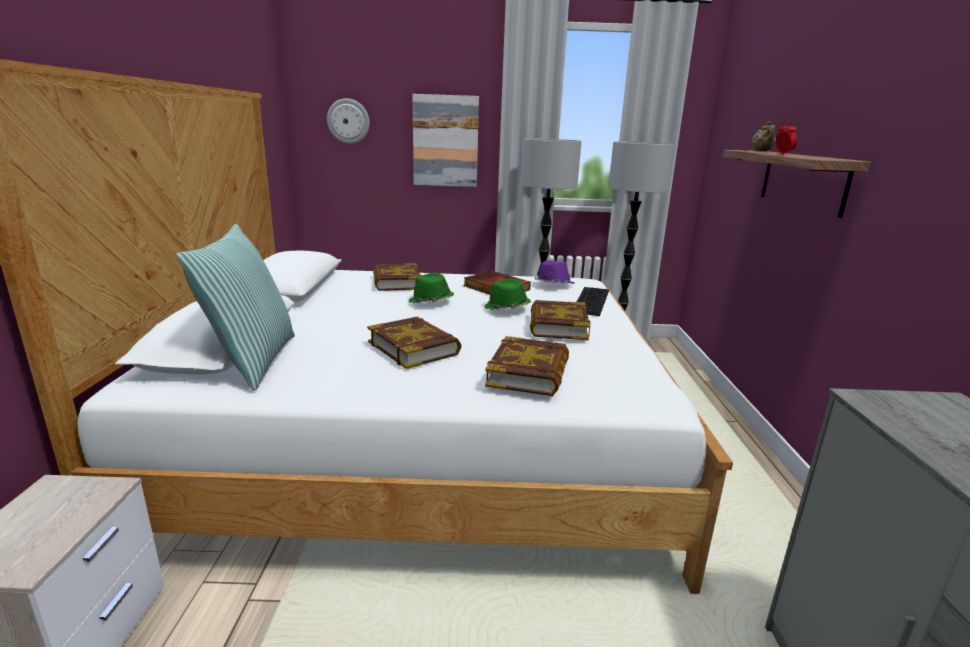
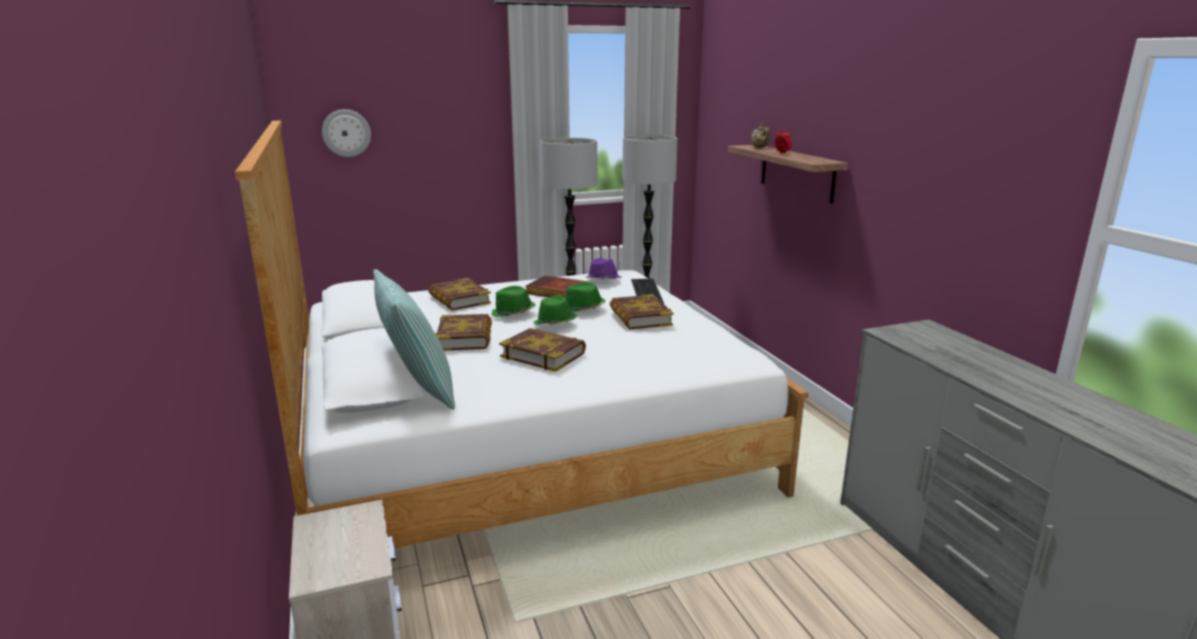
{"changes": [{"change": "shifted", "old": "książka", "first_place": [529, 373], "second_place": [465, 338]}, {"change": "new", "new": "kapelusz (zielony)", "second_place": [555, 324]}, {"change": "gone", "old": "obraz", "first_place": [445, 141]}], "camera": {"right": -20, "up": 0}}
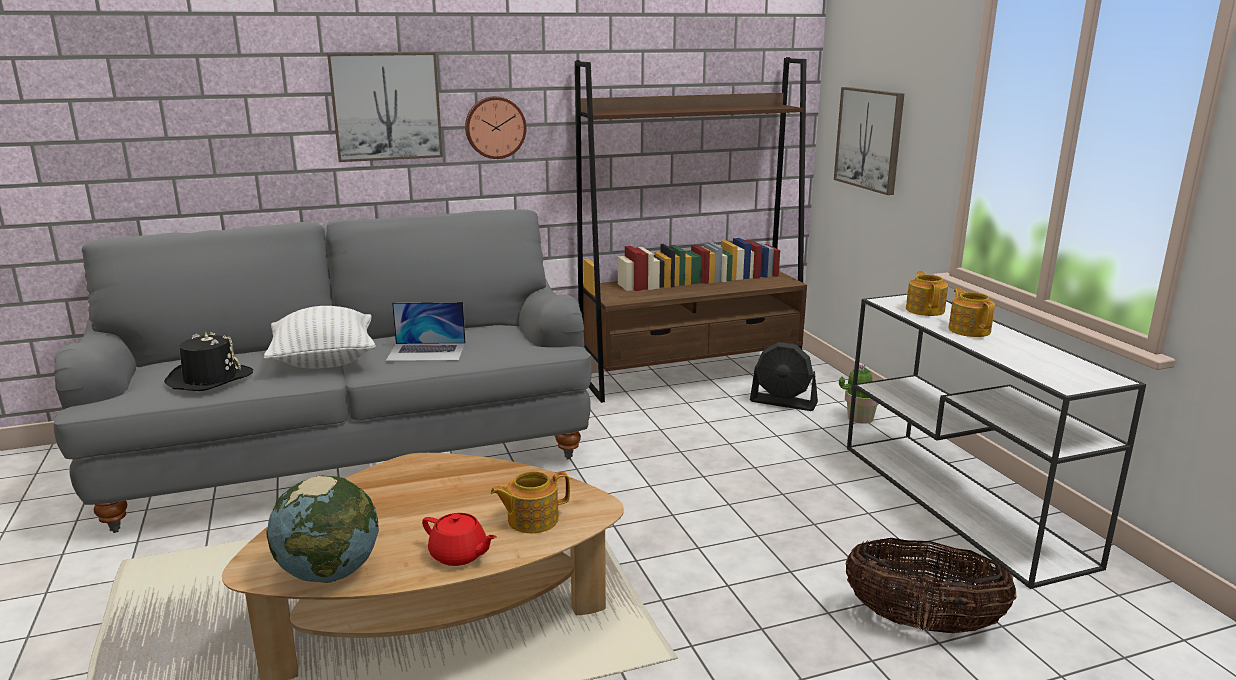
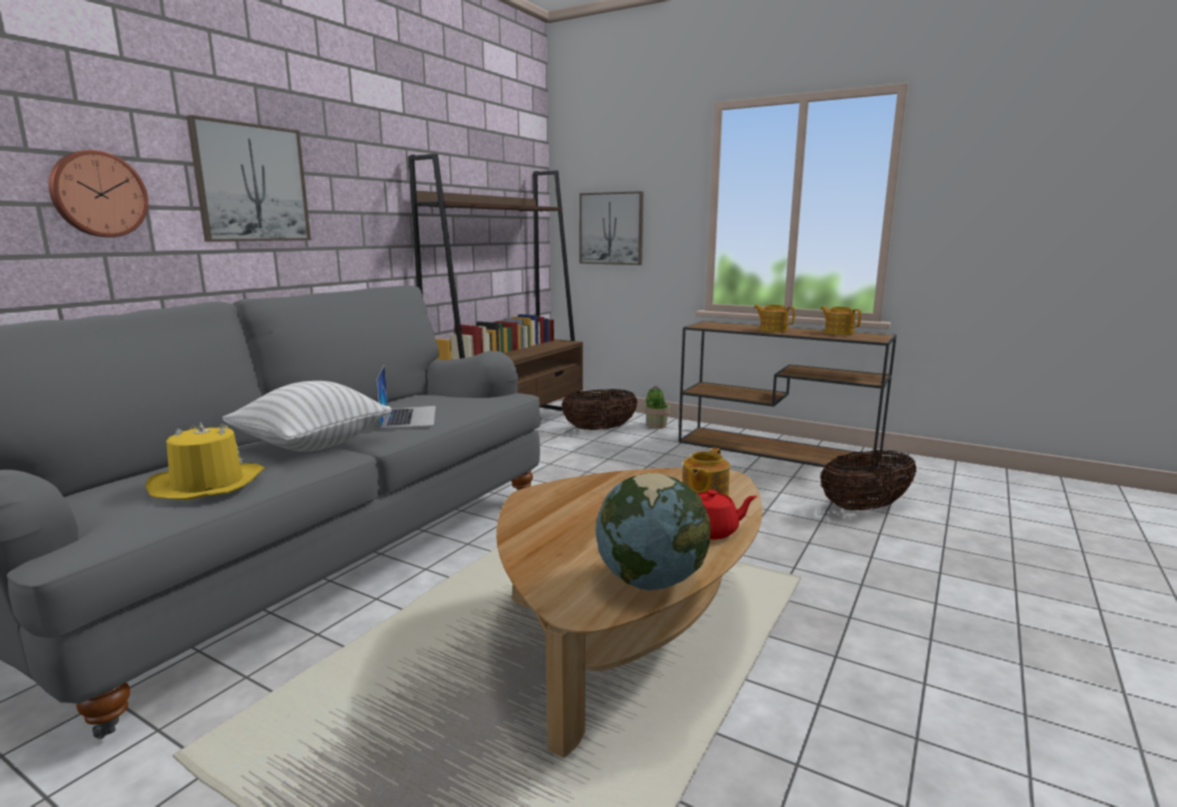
{"changes": [{"change": "shifted", "old": "zegar ścienny", "first_place": [495, 127], "second_place": [98, 194]}, {"change": "repainted", "old": "kapelusz (czarny)", "new": "kapelusz (żółty)", "first_place": [209, 379], "second_place": [207, 484]}, {"change": "rotated", "old": "laptop", "first_place": [427, 352], "second_place": [409, 417], "degrees": -60}, {"change": "swapped", "old": "wentylator (czarny)", "new": "koszyk", "first_place": [783, 402], "second_place": [599, 429]}, {"change": "repainted", "old": "stolik konsolowy (biały)", "new": "stolik konsolowy (brązowy)", "first_place": [962, 503], "second_place": [778, 450]}, {"change": "shifted", "old": "imbryk", "first_place": [925, 310], "second_place": [838, 332]}], "camera": {"right": -40, "up": -5}}
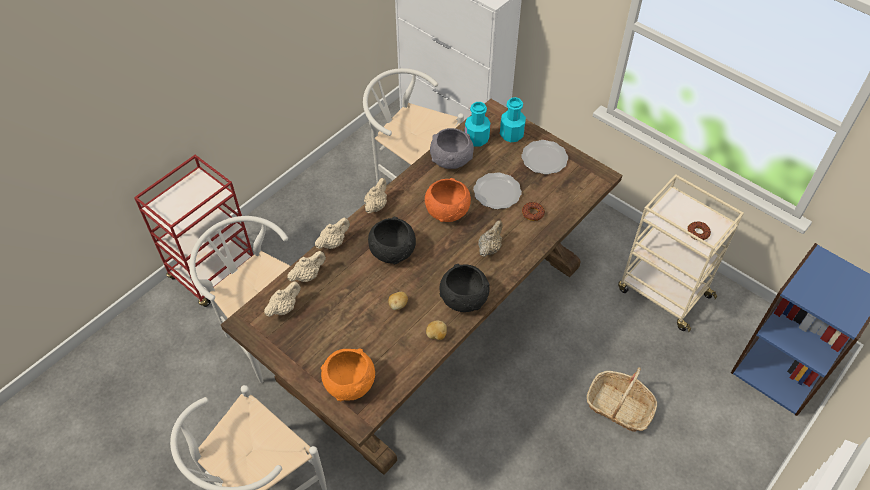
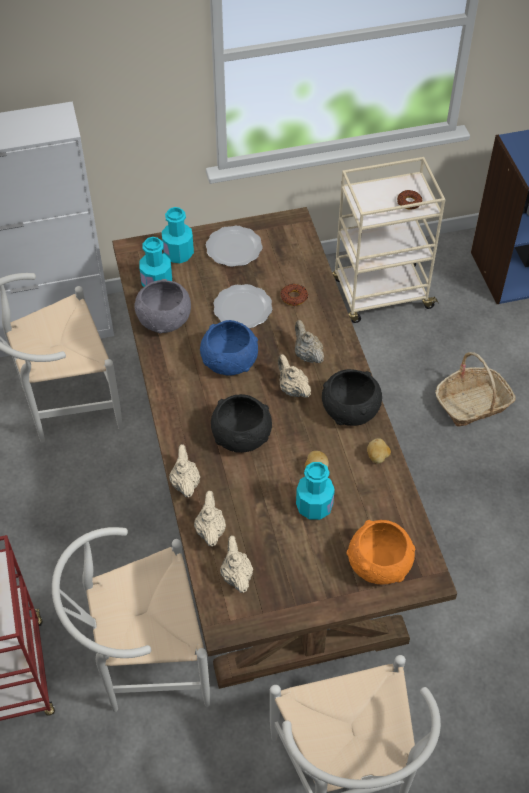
{"changes": [{"change": "repainted", "old": "miska (pomarańczowy)", "new": "miska (niebieski)", "first_place": [447, 210], "second_place": [229, 360]}, {"change": "shifted", "old": "imbryk (beżowy)", "first_place": [376, 205], "second_place": [292, 389]}, {"change": "new", "new": "butelka (turkusowy)", "second_place": [314, 506]}], "camera": {"right": -55, "up": 0}}
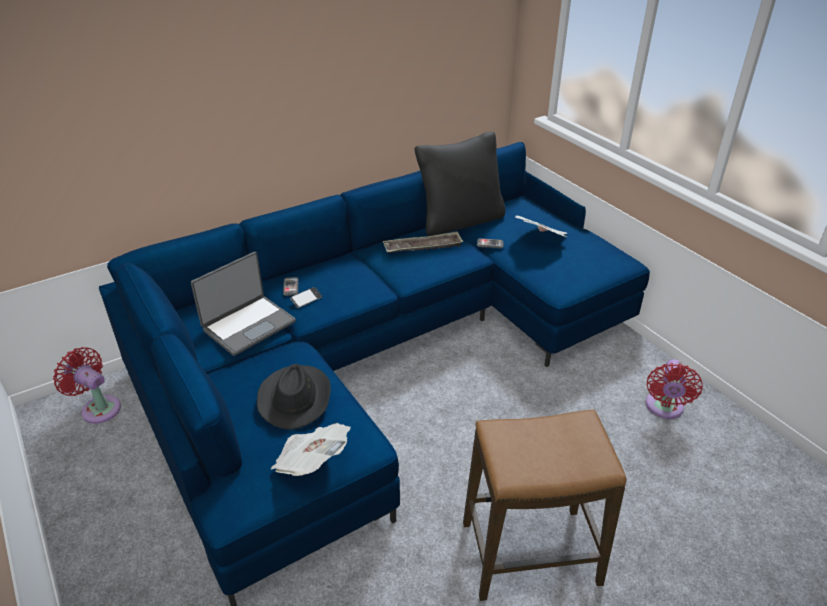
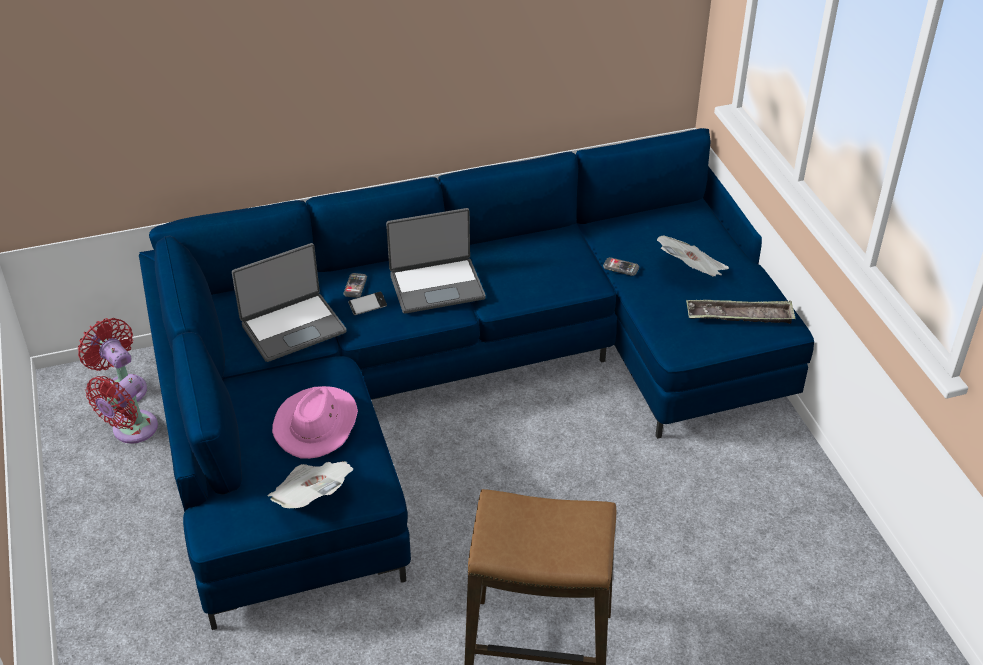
{"changes": [{"change": "shifted", "old": "wentylator (czerwony)", "first_place": [664, 408], "second_place": [131, 430]}, {"change": "repainted", "old": "kapelusz (czarny)", "new": "kapelusz (różowy)", "first_place": [295, 398], "second_place": [317, 424]}, {"change": "new", "new": "laptop", "second_place": [437, 285]}, {"change": "shifted", "old": "taca", "first_place": [423, 247], "second_place": [739, 316]}, {"change": "gone", "old": "poduszka (czarny)", "first_place": [460, 221]}], "camera": {"right": 15, "up": 5}}
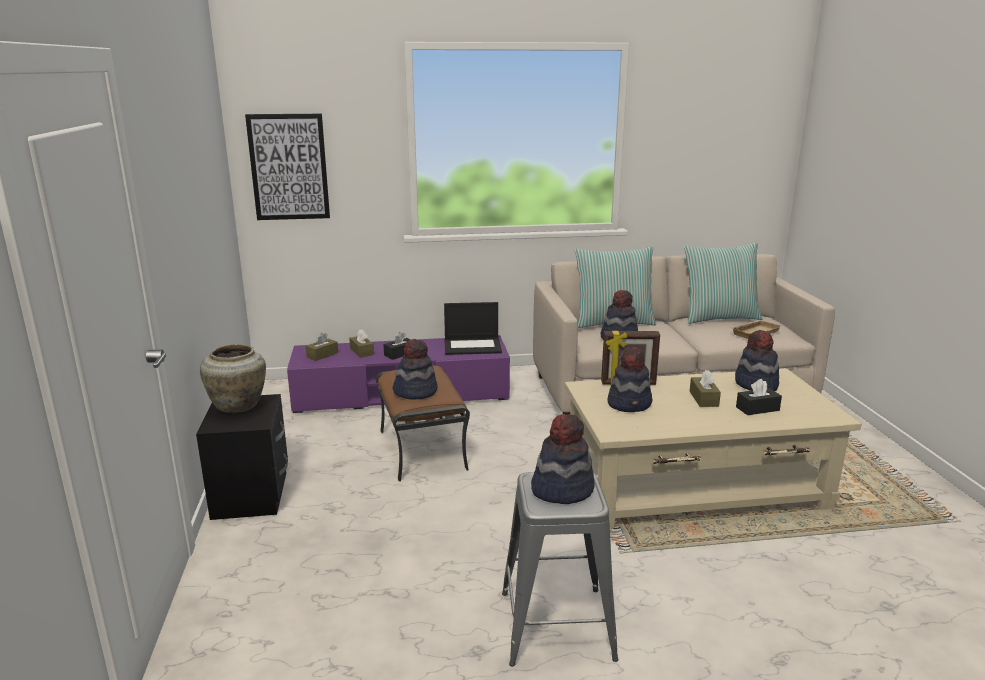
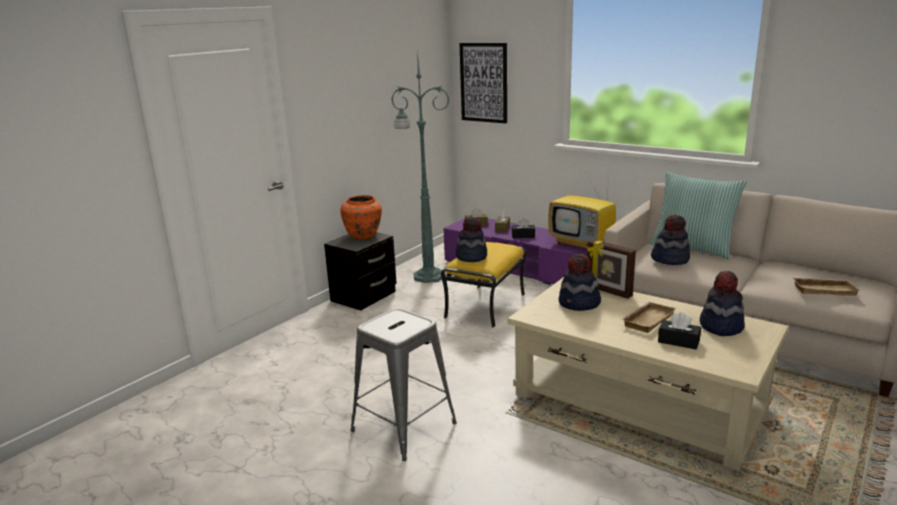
{"changes": [{"change": "repainted", "old": "wazon (beżowy)", "new": "wazon (pomarańczowy)", "first_place": [239, 406], "second_place": [363, 236]}, {"change": "new", "new": "lampa stojąca (zielony)", "second_place": [427, 276]}, {"change": "repainted", "old": "pufa (brązowy)", "new": "pufa (żółty)", "first_place": [423, 449], "second_place": [486, 306]}, {"change": "swapped", "old": "laptop", "new": "telewizor", "first_place": [473, 346], "second_place": [582, 243]}, {"change": "swapped", "old": "pudełko chusteczek (brązowy)", "new": "taca (beżowy)", "first_place": [703, 399], "second_place": [647, 320]}, {"change": "gone", "old": "kapelusz", "first_place": [562, 489]}, {"change": "gone", "old": "poduszka", "first_place": [719, 317]}], "camera": {"right": 45, "up": 0}}
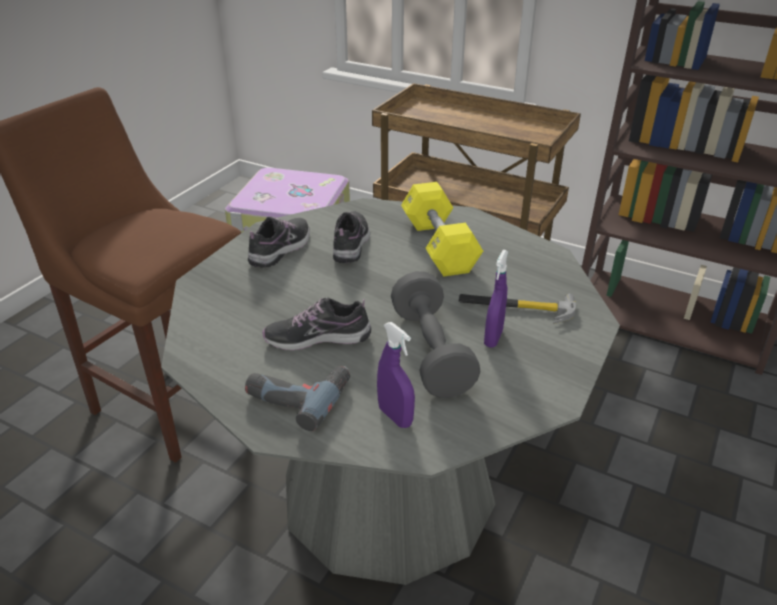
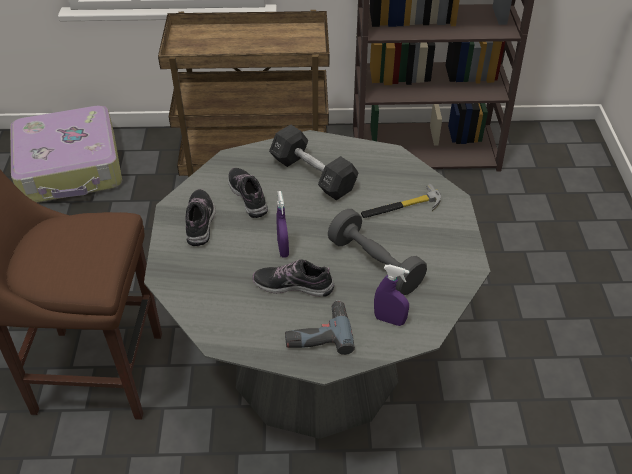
{"changes": [{"change": "rotated", "old": "but", "first_place": [318, 338], "second_place": [293, 285], "degrees": 45}, {"change": "repainted", "old": "hantel (żółty)", "new": "hantel (czarny)", "first_place": [439, 246], "second_place": [313, 175]}, {"change": "shifted", "old": "spryskiwacz (fioletowy)", "first_place": [493, 338], "second_place": [283, 249]}], "camera": {"right": -30, "up": 10}}
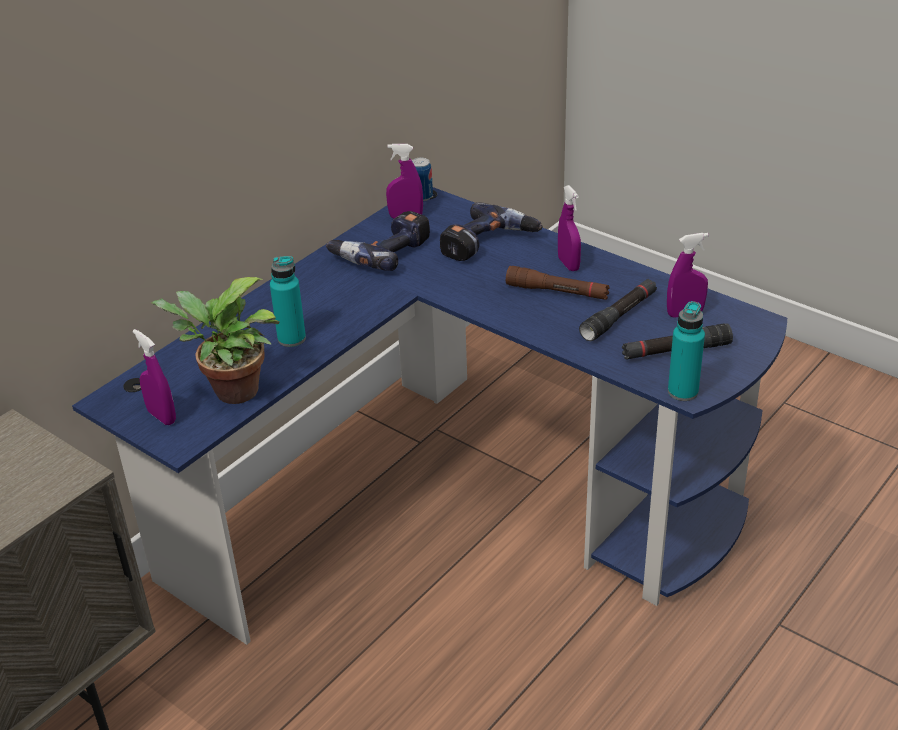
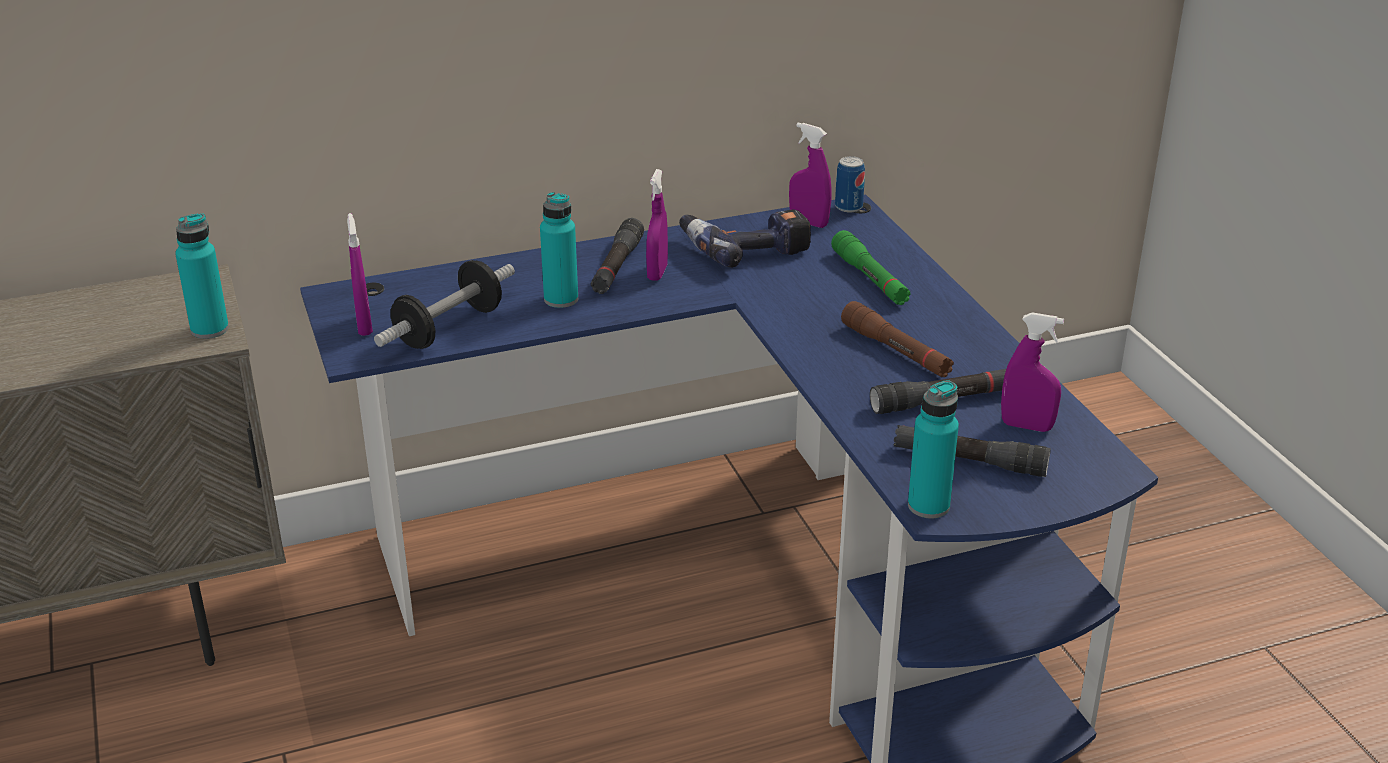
{"changes": [{"change": "new", "new": "butelka (turkusowy)", "second_place": [209, 329]}, {"change": "swapped", "old": "roślina doniczkowa", "new": "hantel", "first_place": [230, 393], "second_place": [449, 328]}, {"change": "new", "new": "latarka (czarny)", "second_place": [617, 267]}, {"change": "shifted", "old": "spryskiwacz (fioletowy)", "first_place": [568, 264], "second_place": [657, 273]}, {"change": "swapped", "old": "wiertarka", "new": "latarka (zielony)", "first_place": [488, 245], "second_place": [870, 279]}], "camera": {"right": 30, "up": -5}}
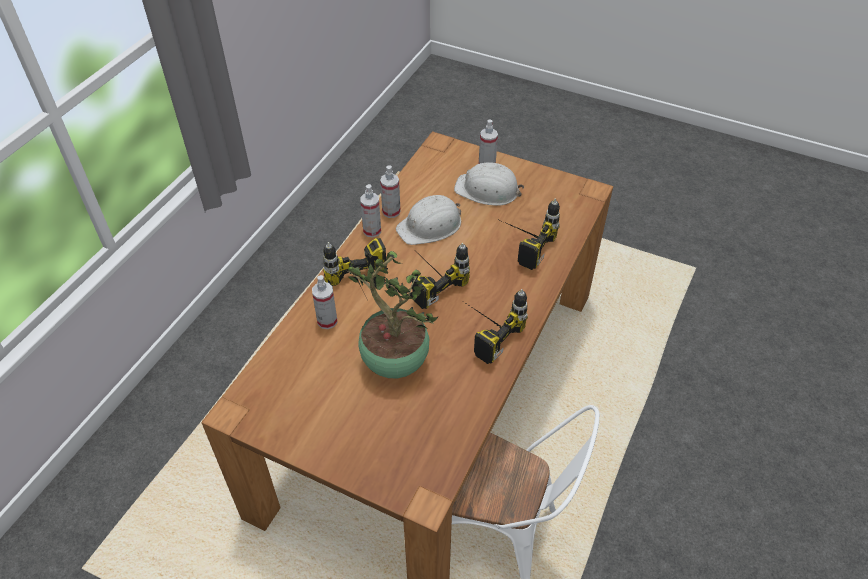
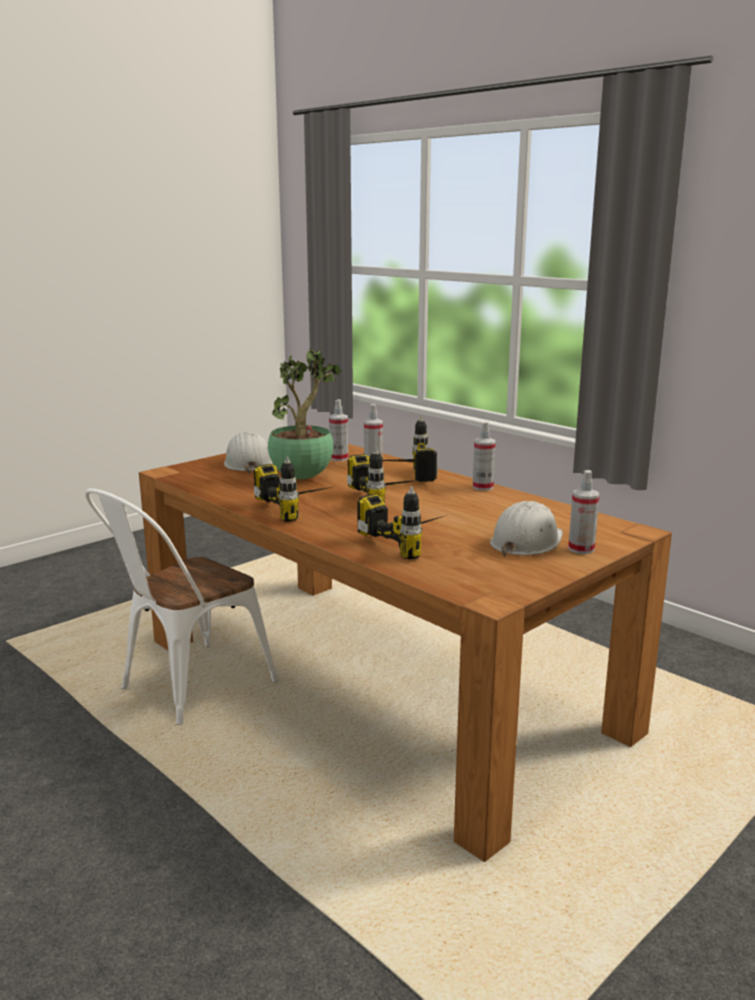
{"changes": [{"change": "shifted", "old": "kask (biały)", "first_place": [430, 226], "second_place": [248, 463]}, {"change": "shifted", "old": "spryskiwacz", "first_place": [391, 211], "second_place": [339, 458]}], "camera": {"right": 110, "up": -30}}
